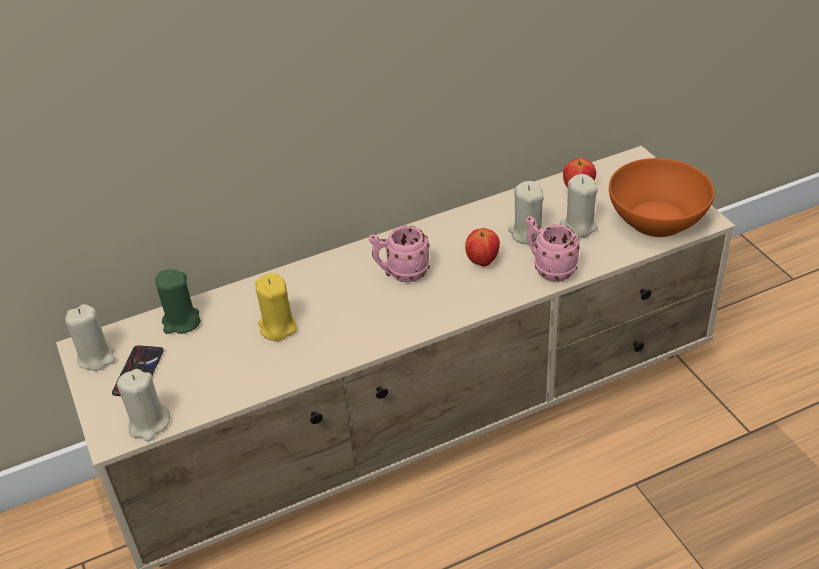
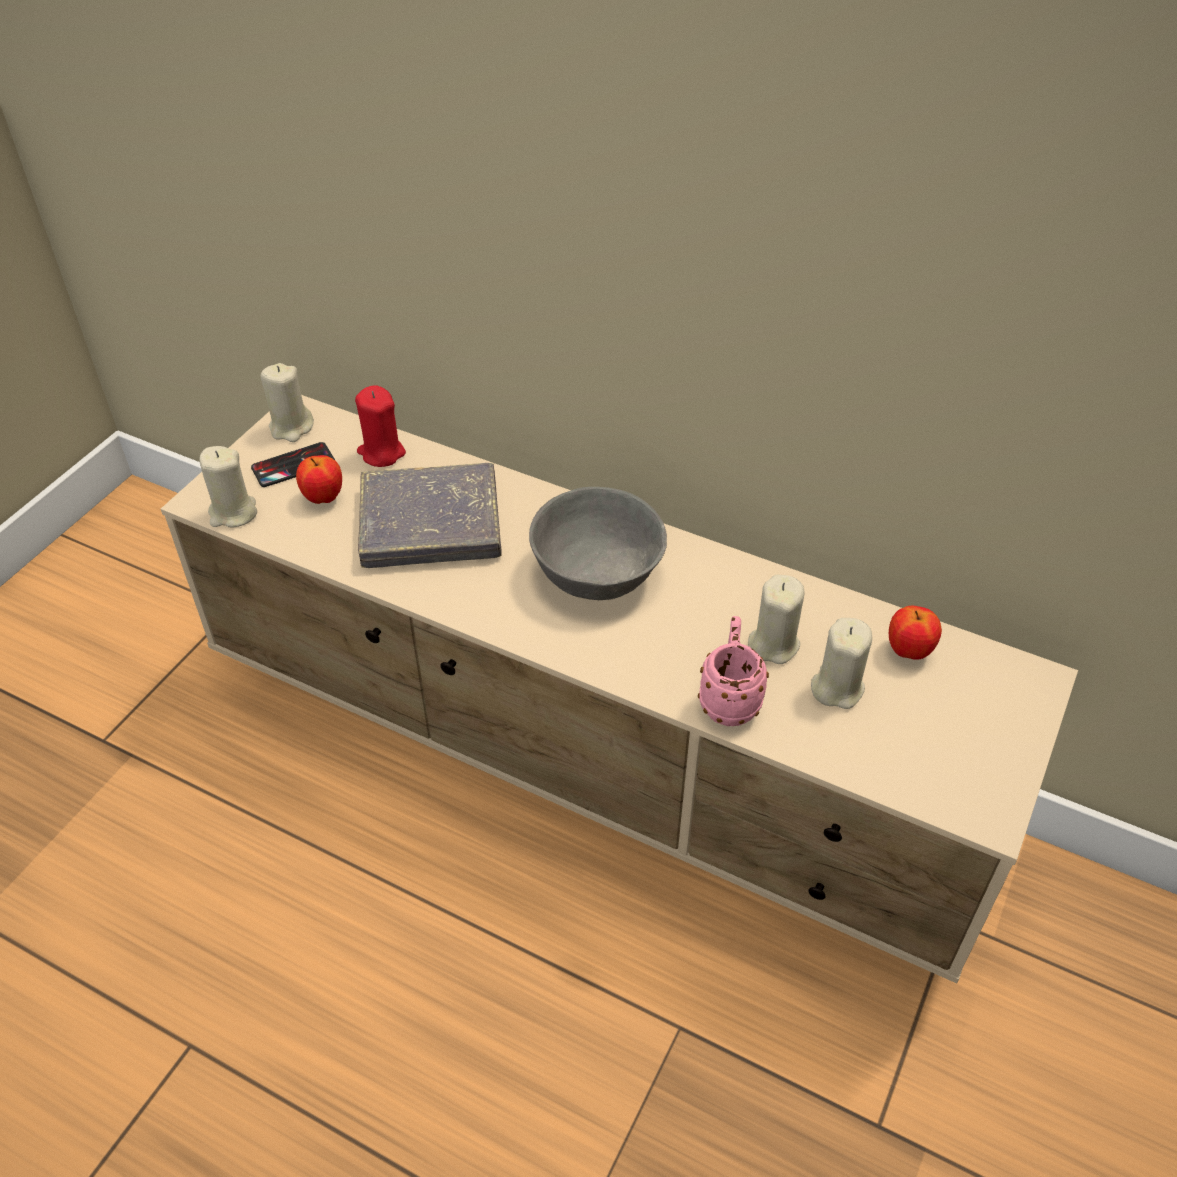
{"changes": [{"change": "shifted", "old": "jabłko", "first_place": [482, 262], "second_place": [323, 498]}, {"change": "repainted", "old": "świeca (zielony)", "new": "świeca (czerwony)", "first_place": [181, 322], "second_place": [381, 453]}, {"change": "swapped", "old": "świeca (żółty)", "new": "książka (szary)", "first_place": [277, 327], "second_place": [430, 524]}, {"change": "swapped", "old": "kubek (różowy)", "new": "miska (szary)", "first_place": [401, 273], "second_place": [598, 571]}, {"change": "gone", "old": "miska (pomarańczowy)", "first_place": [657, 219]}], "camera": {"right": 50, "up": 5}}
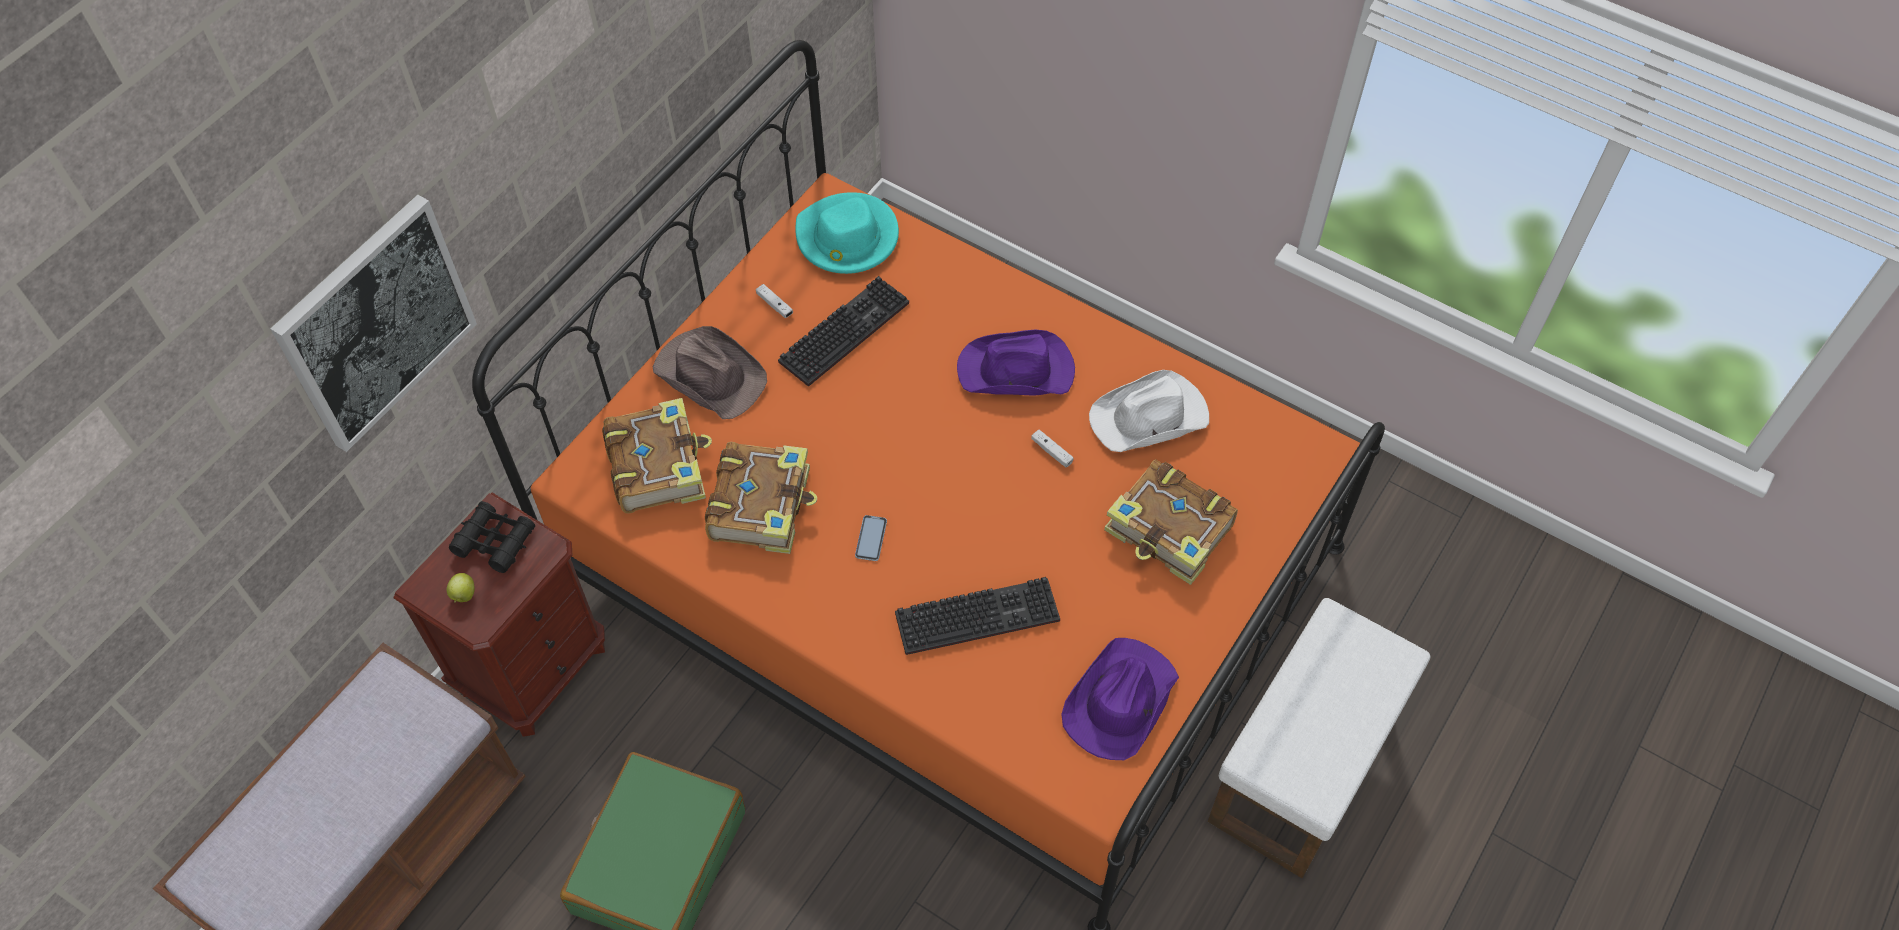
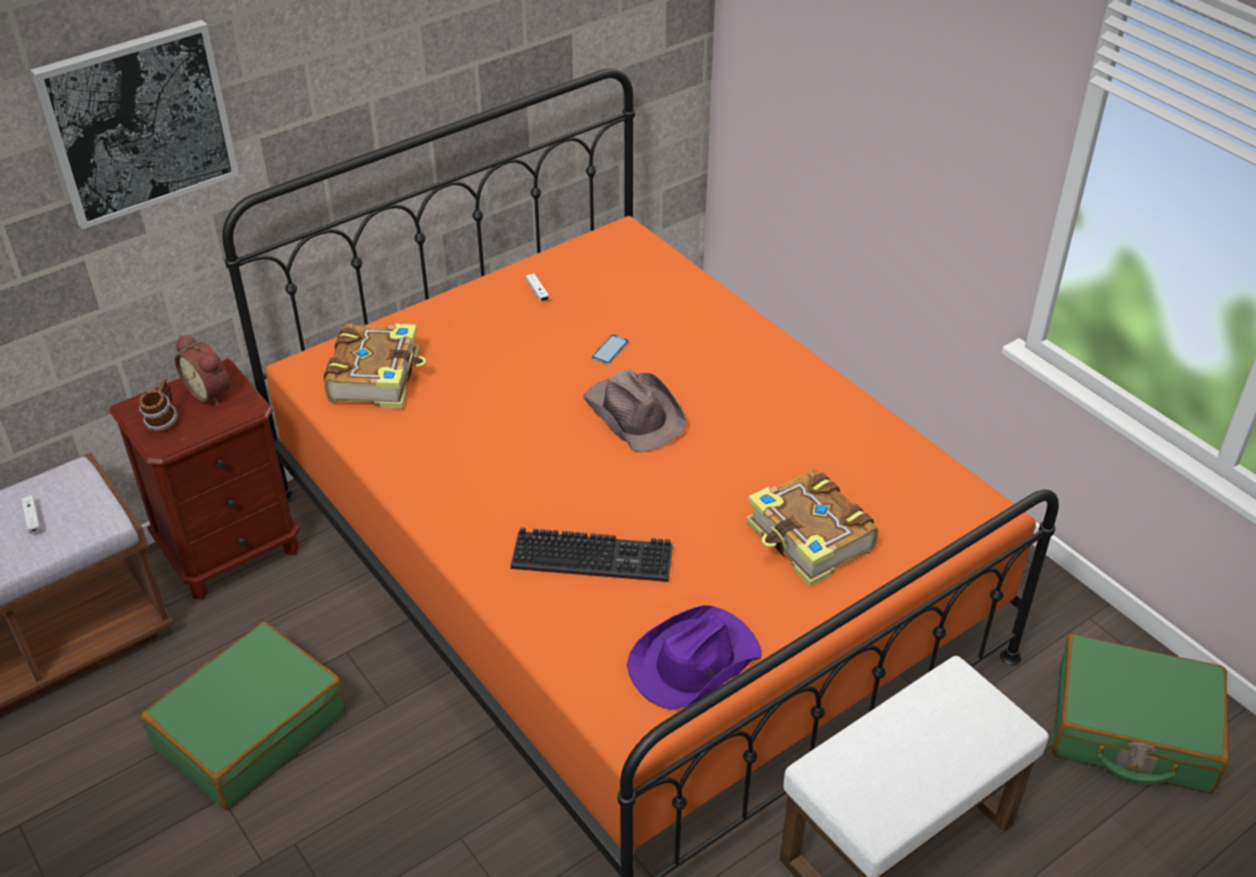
{"changes": [{"change": "shifted", "old": "pad do gier (biały)", "first_place": [1051, 451], "second_place": [32, 518]}, {"change": "swapped", "old": "jabłko", "new": "kubek", "first_place": [464, 595], "second_place": [163, 421]}, {"change": "swapped", "old": "lornetka (czarny)", "new": "budzik", "first_place": [495, 541], "second_place": [211, 391]}, {"change": "shifted", "old": "kapelusz (brązowy)", "first_place": [710, 374], "second_place": [634, 413]}, {"change": "shifted", "old": "telefon", "first_place": [871, 539], "second_place": [610, 350]}, {"change": "new", "new": "walizka (zielony)", "second_place": [1132, 730]}, {"change": "gone", "old": "książka", "first_place": [762, 504]}, {"change": "gone", "old": "klawiatura", "first_place": [844, 329]}, {"change": "gone", "old": "kapelusz (turkusowy)", "first_place": [847, 238]}, {"change": "gone", "old": "kapelusz (fioletowy)", "first_place": [1017, 371]}, {"change": "gone", "old": "kapelusz (biały)", "first_place": [1150, 417]}], "camera": {"right": 20, "up": -15}}
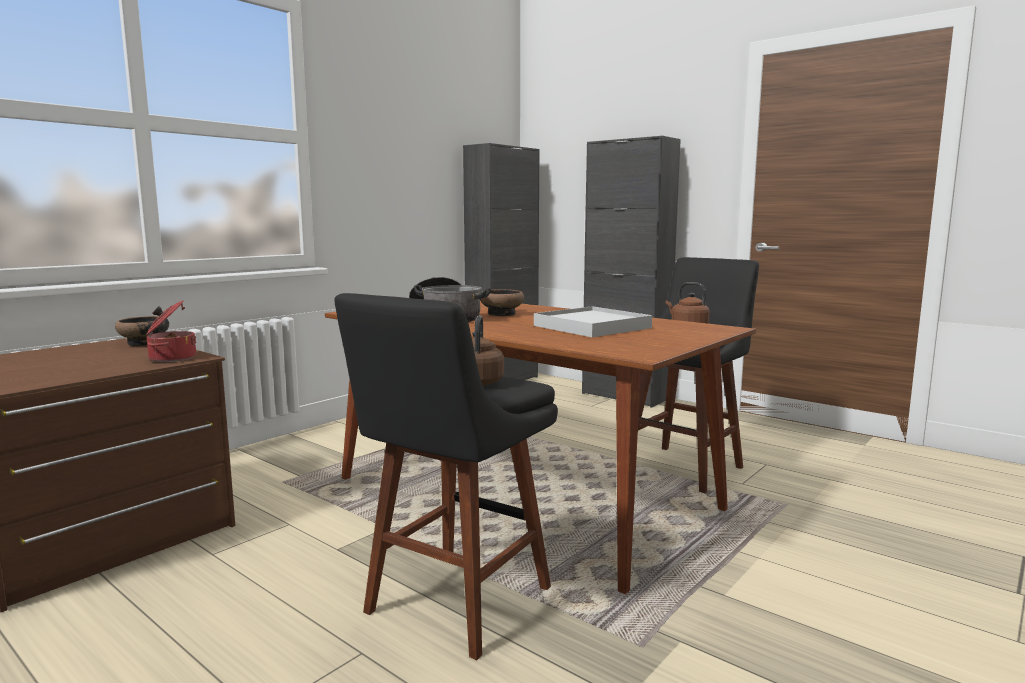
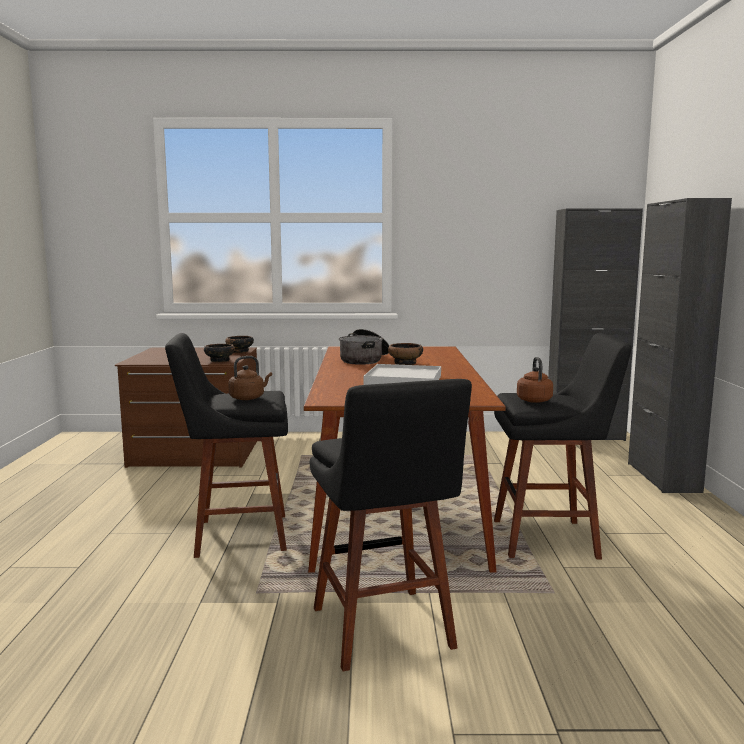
{"changes": [{"change": "swapped", "old": "garnek", "new": "miska", "first_place": [171, 358], "second_place": [219, 360]}, {"change": "new", "new": "stołek (czarny)", "second_place": [384, 632]}], "camera": {"right": 50, "up": 0}}
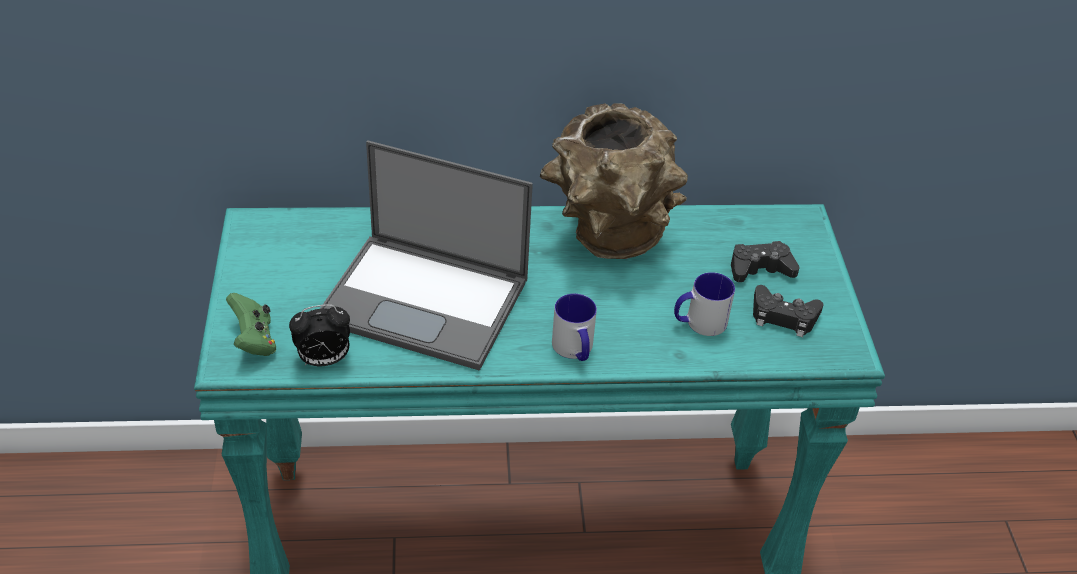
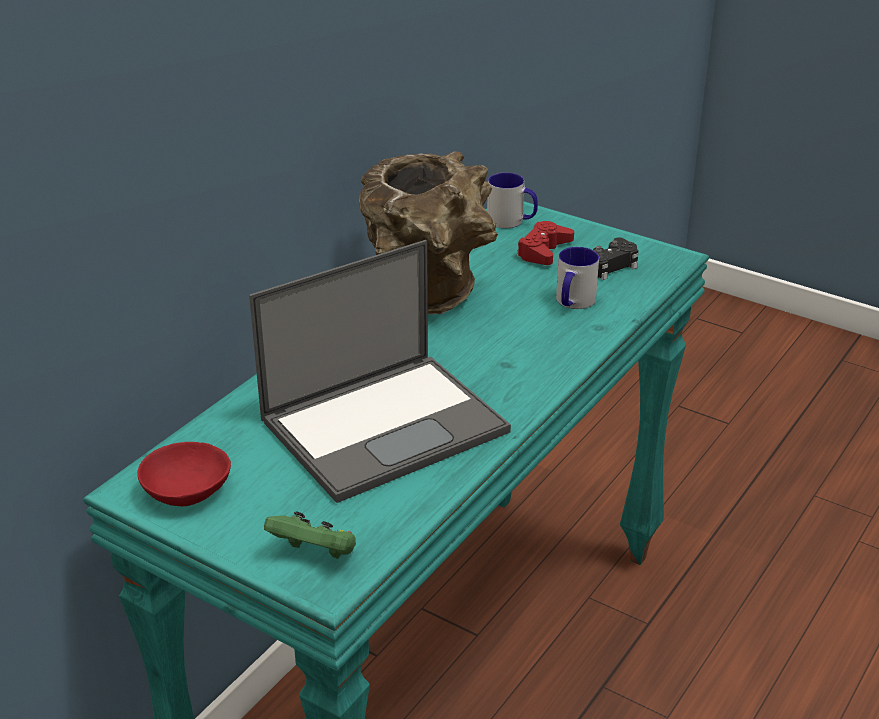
{"changes": [{"change": "new", "new": "miska (czerwony)", "second_place": [188, 488]}, {"change": "shifted", "old": "kubek", "first_place": [574, 350], "second_place": [512, 221]}, {"change": "repainted", "old": "pad do gier (czarny)", "new": "pad do gier (czerwony)", "first_place": [760, 268], "second_place": [544, 251]}, {"change": "gone", "old": "budzik", "first_place": [323, 360]}], "camera": {"right": -50, "up": -10}}
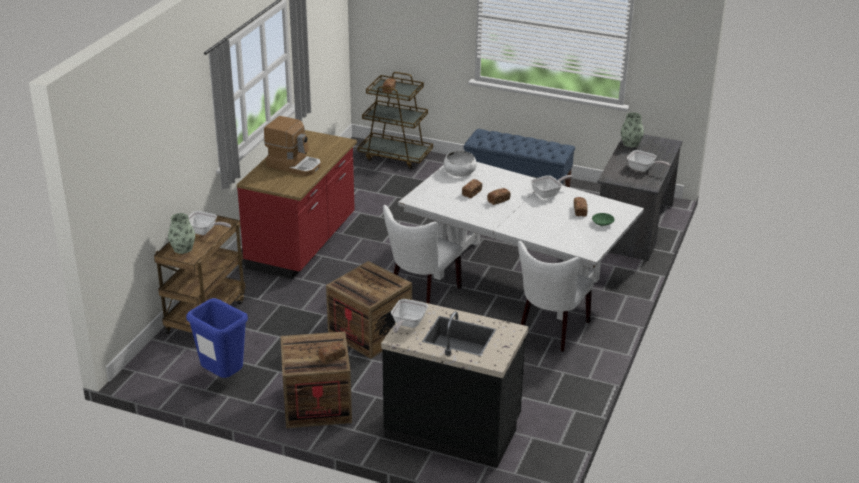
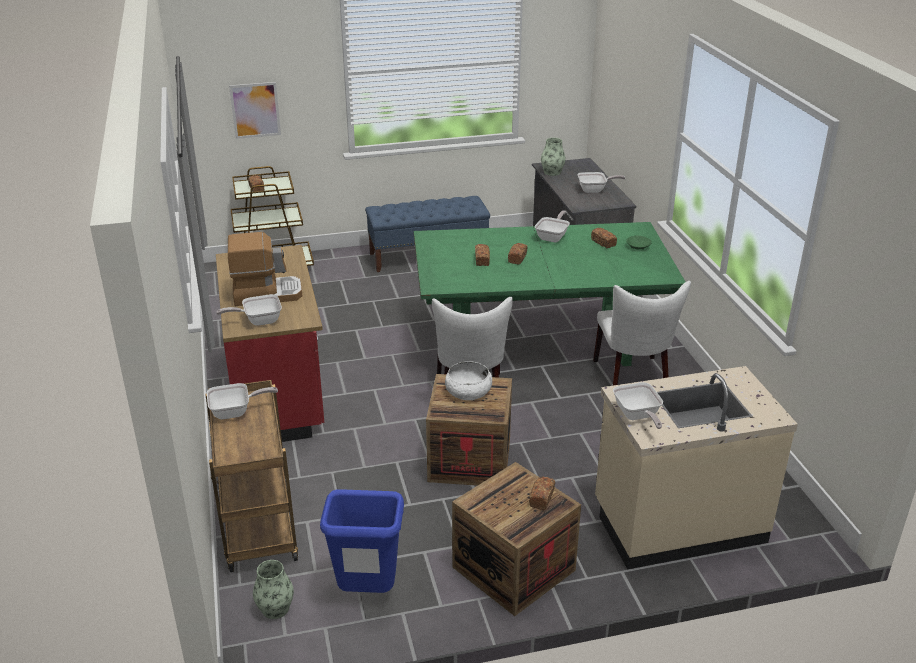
{"changes": [{"change": "new", "new": "patelnia", "second_place": [258, 321]}, {"change": "new", "new": "obraz", "second_place": [255, 110]}, {"change": "shifted", "old": "wazon", "first_place": [183, 248], "second_place": [275, 608]}, {"change": "repainted", "old": "stół jadalny (biały)", "new": "stół jadalny (zielony)", "first_place": [517, 278], "second_place": [540, 342]}, {"change": "shifted", "old": "miska (biały)", "first_place": [460, 171], "second_place": [468, 391]}, {"change": "repainted", "old": "zabudowa kuchenna (czarny)", "new": "zabudowa kuchenna (beżowy)", "first_place": [453, 429], "second_place": [678, 523]}], "camera": {"right": -35, "up": 0}}
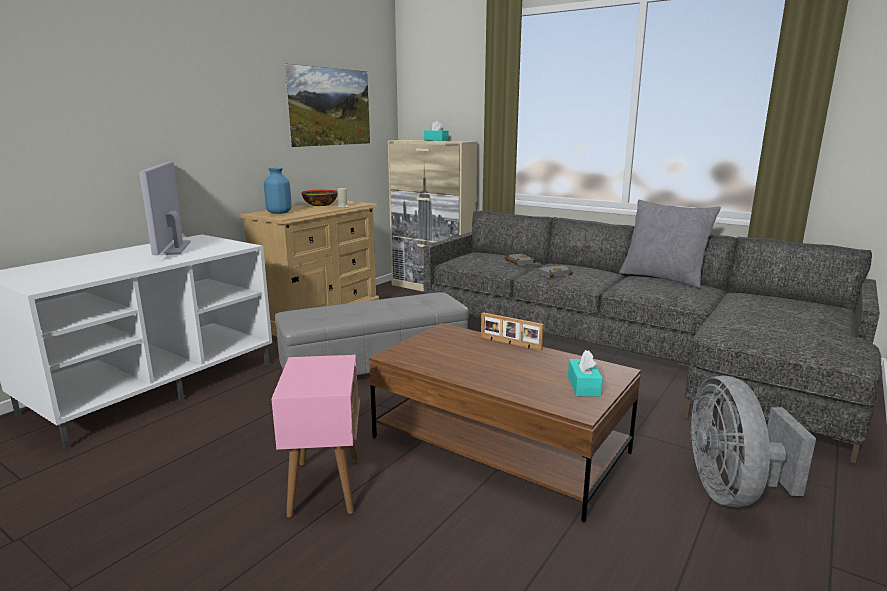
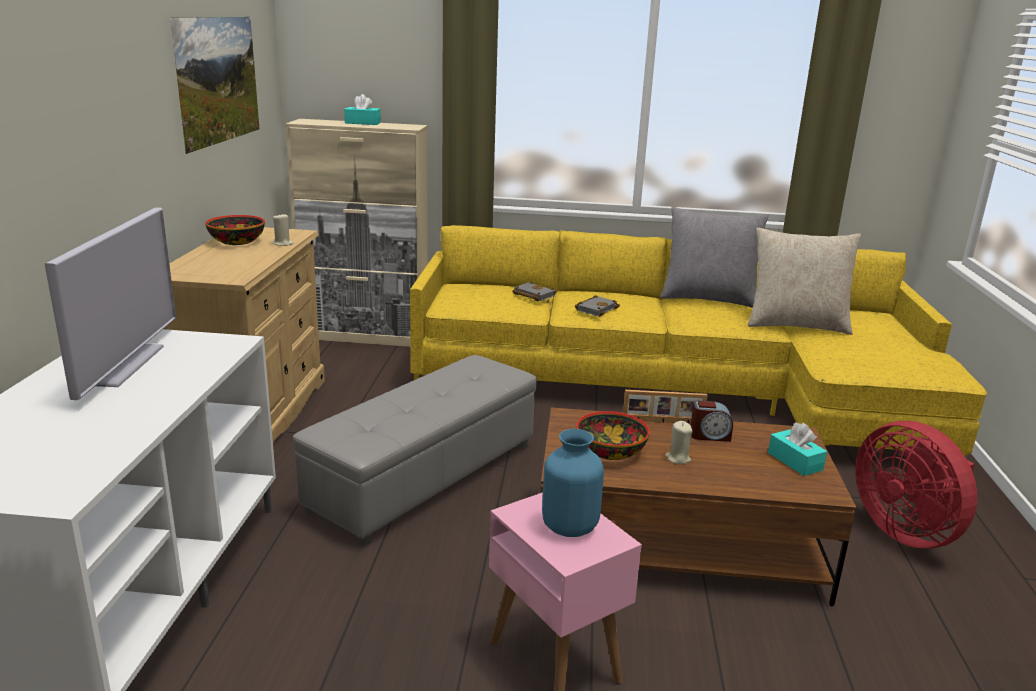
{"changes": [{"change": "rotated", "old": "telewizor", "first_place": [174, 248], "second_place": [124, 365], "degrees": -135}, {"change": "repainted", "old": "kanapa (szary)", "new": "kanapa (żółty)", "first_place": [632, 353], "second_place": [685, 390]}, {"change": "shifted", "old": "wazon (niebieski)", "first_place": [279, 212], "second_place": [569, 526]}, {"change": "new", "new": "miska", "second_place": [610, 451]}, {"change": "new", "new": "świeca (beżowy)", "second_place": [677, 458]}, {"change": "new", "new": "budzik", "second_place": [709, 435]}, {"change": "new", "new": "poduszka (beżowy)", "second_place": [796, 325]}, {"change": "repainted", "old": "wentylator (szary)", "new": "wentylator (czerwony)", "first_place": [732, 491], "second_place": [906, 531]}], "camera": {"right": -30, "up": 5}}
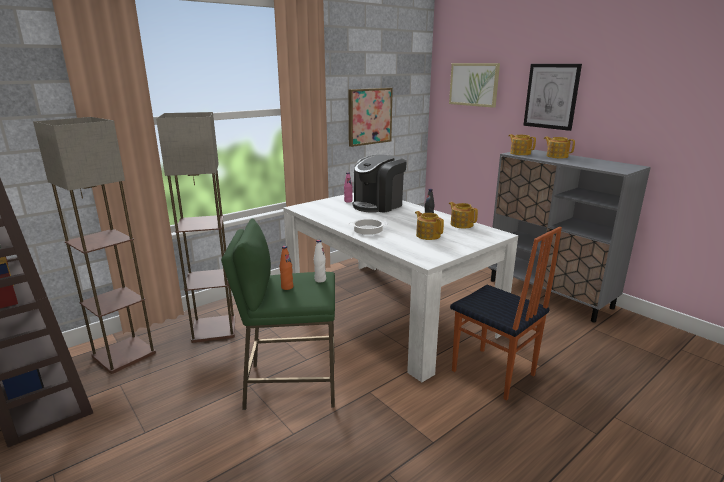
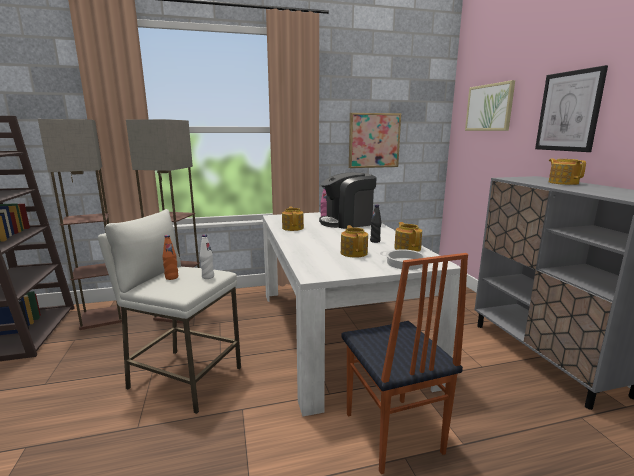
{"changes": [{"change": "repainted", "old": "stołek (zielony)", "new": "stołek (biały)", "first_place": [291, 384], "second_place": [184, 378]}, {"change": "shifted", "old": "imbryk", "first_place": [520, 153], "second_place": [293, 228]}, {"change": "shifted", "old": "garnek", "first_place": [368, 229], "second_place": [405, 263]}], "camera": {"right": 25, "up": -5}}
